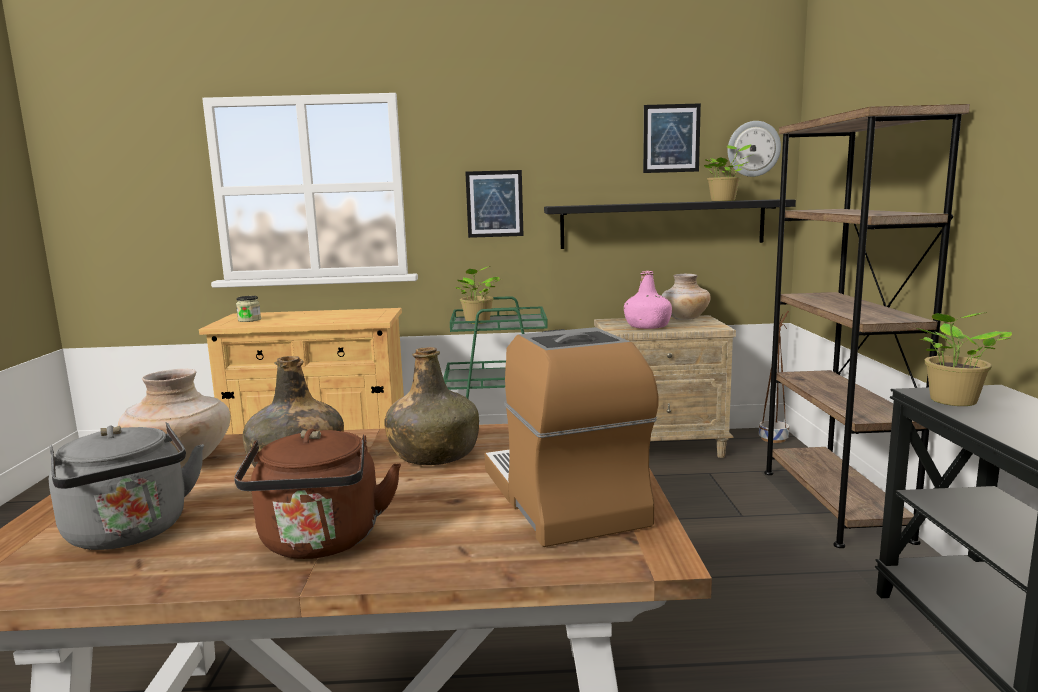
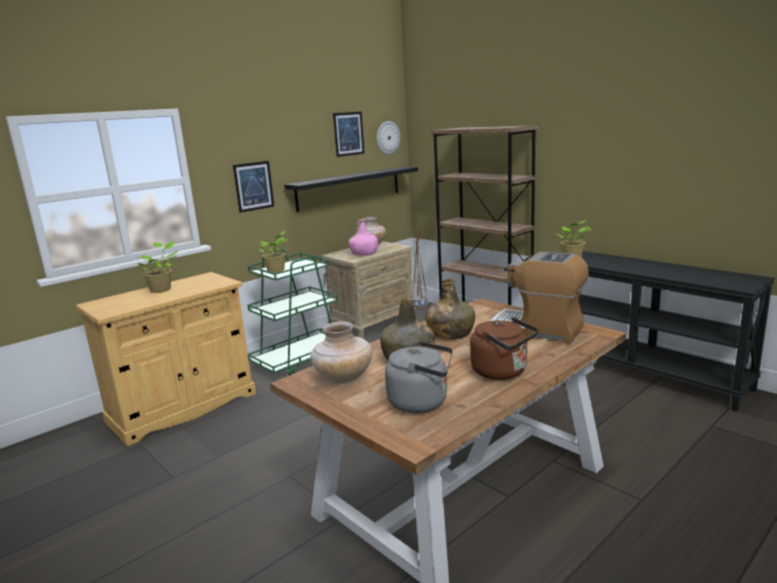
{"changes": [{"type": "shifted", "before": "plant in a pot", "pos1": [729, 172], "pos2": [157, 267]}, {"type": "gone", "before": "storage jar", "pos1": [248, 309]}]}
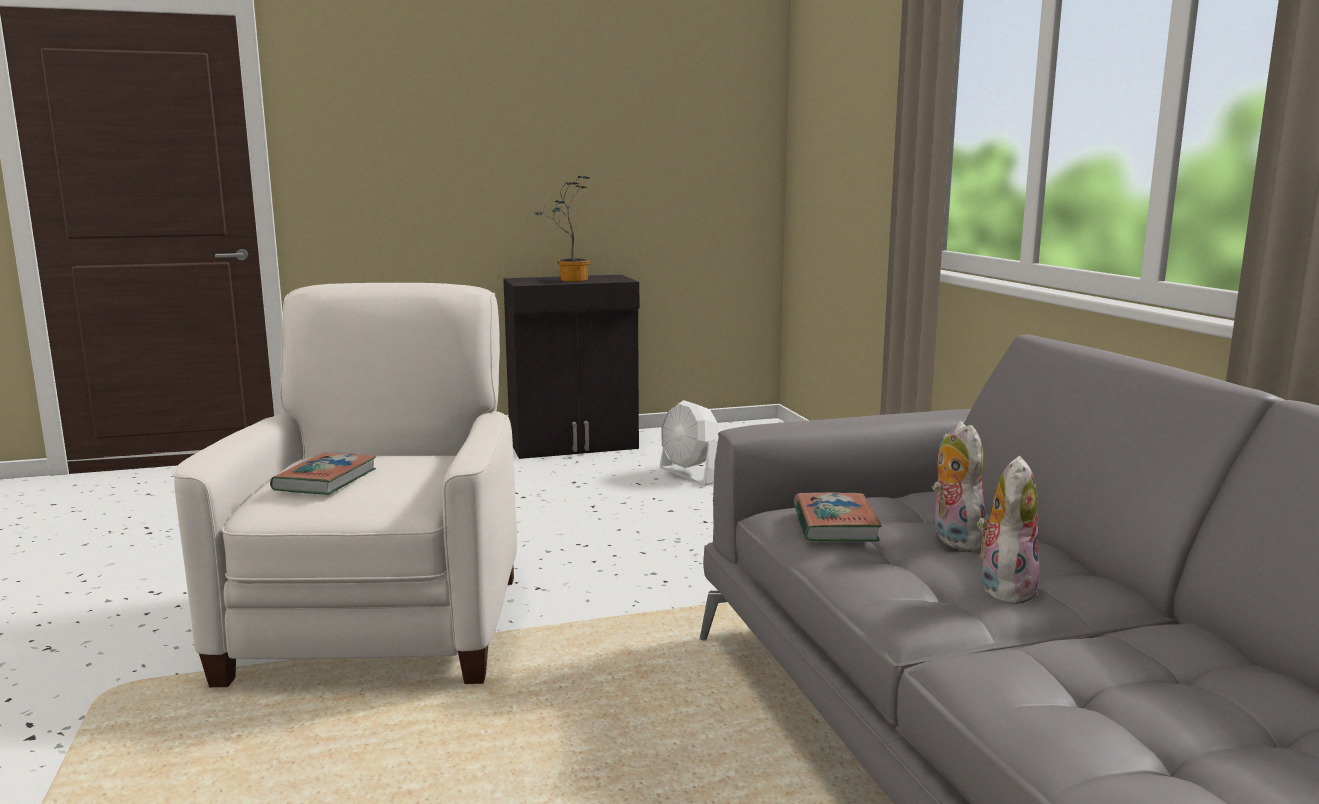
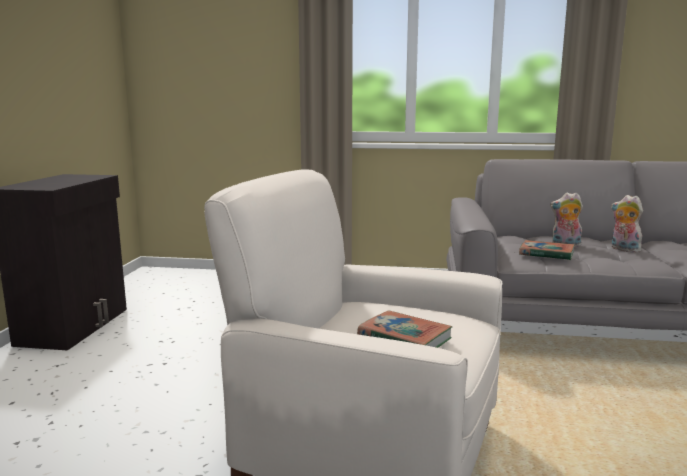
{"changes": [{"type": "gone", "before": "plant in a pot", "pos1": [562, 229]}, {"type": "gone", "before": "white fan", "pos1": [689, 443]}]}
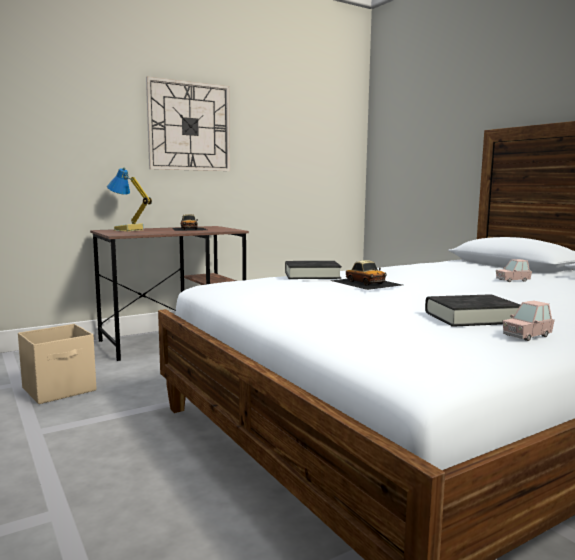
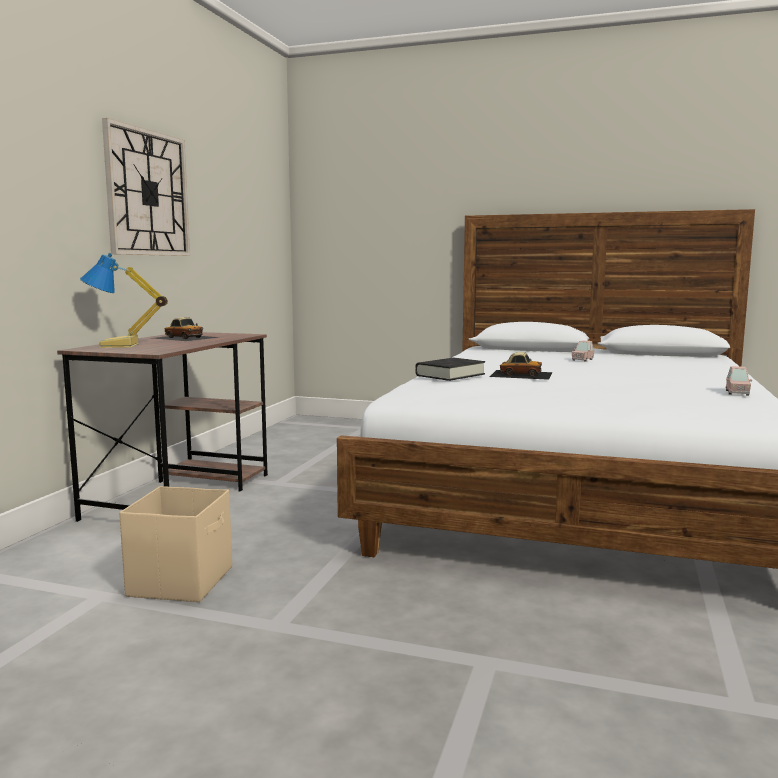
{"changes": [{"type": "gone", "before": "black-coloured bound book", "pos1": [472, 310]}]}
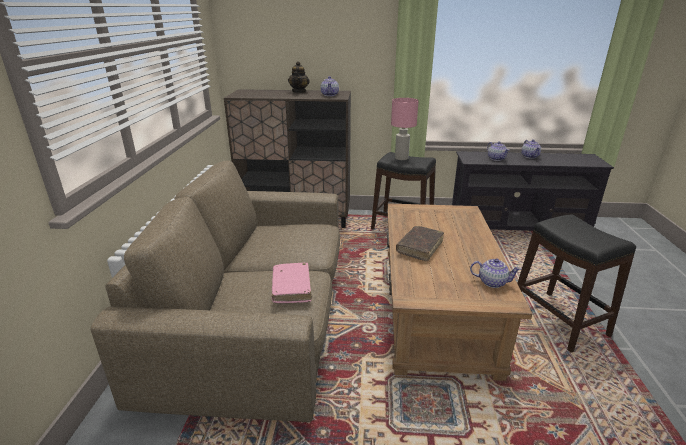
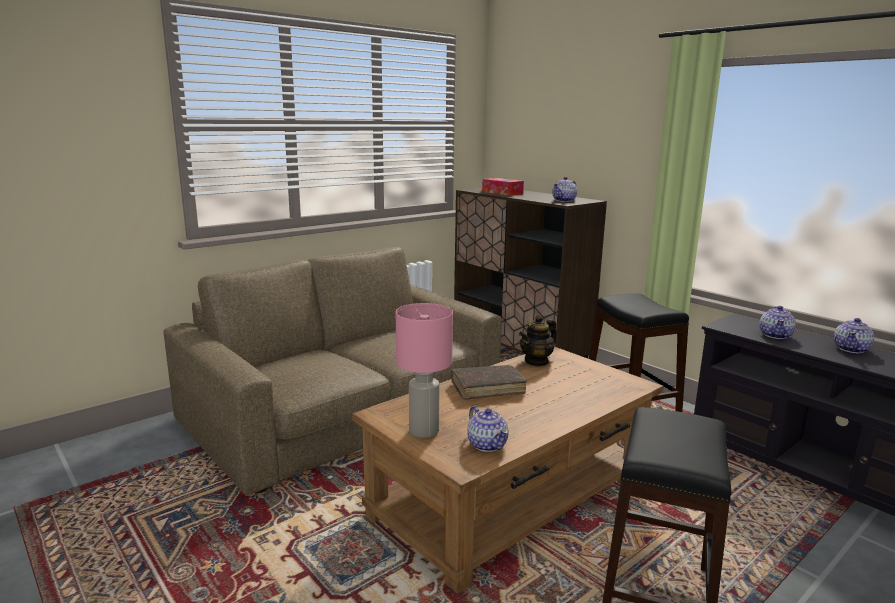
{"changes": [{"type": "shifted", "before": "pinkish table lamp", "pos1": [405, 129], "pos2": [424, 370]}, {"type": "new", "after": "box of tissues", "pos2": [503, 187]}, {"type": "shifted", "before": "pot for tea", "pos1": [299, 77], "pos2": [537, 340]}, {"type": "gone", "before": "pinkish bound book", "pos1": [292, 282]}]}
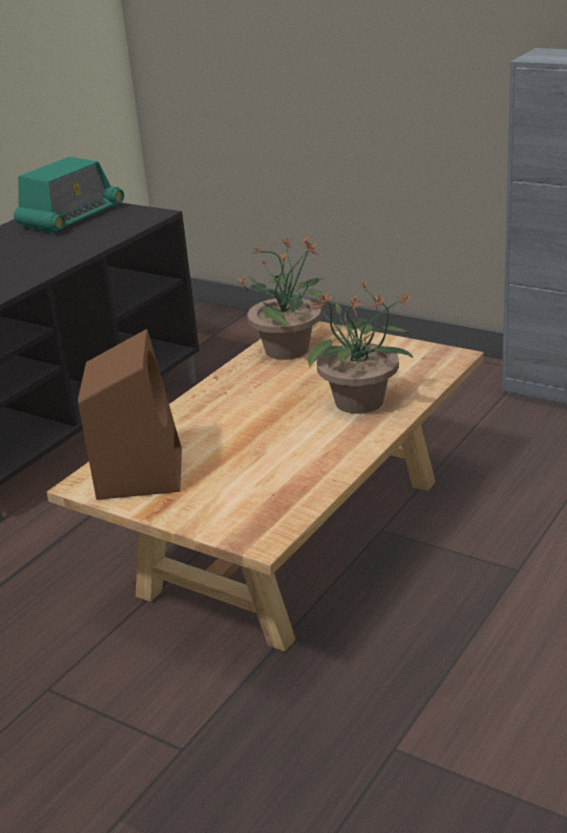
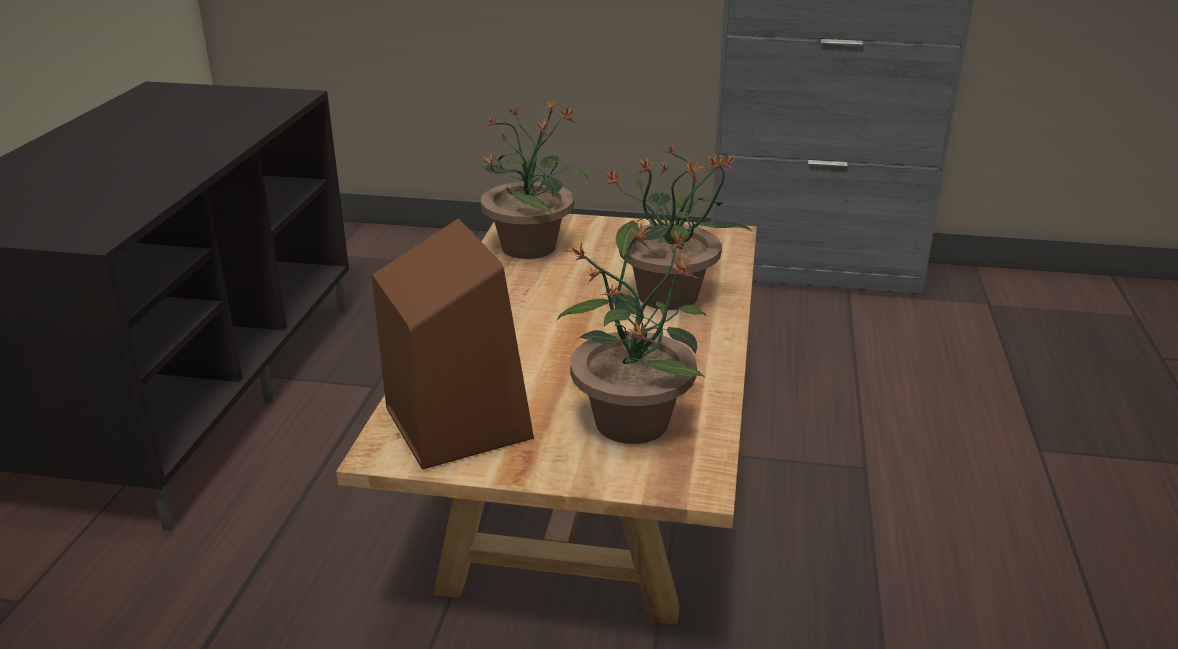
{"changes": [{"type": "new", "after": "plant in a pot", "pos2": [631, 333]}, {"type": "gone", "before": "radio set", "pos1": [69, 195]}]}
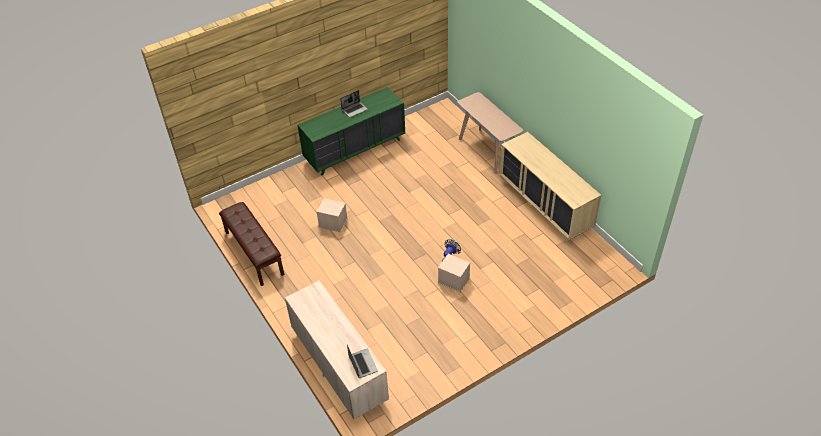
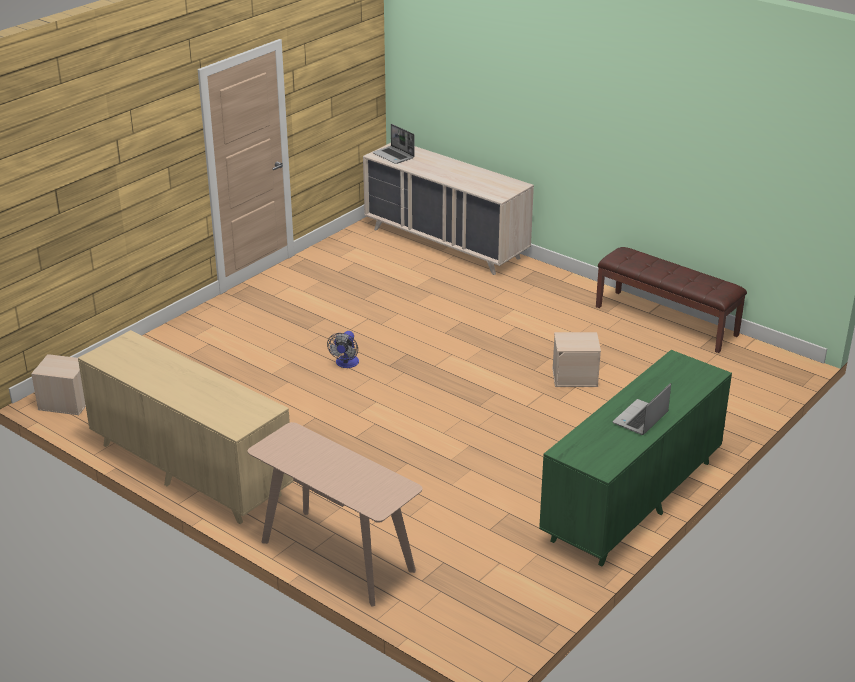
{"changes": [{"type": "shifted", "before": "sand-coloured storage container", "pos1": [454, 273], "pos2": [58, 384]}]}
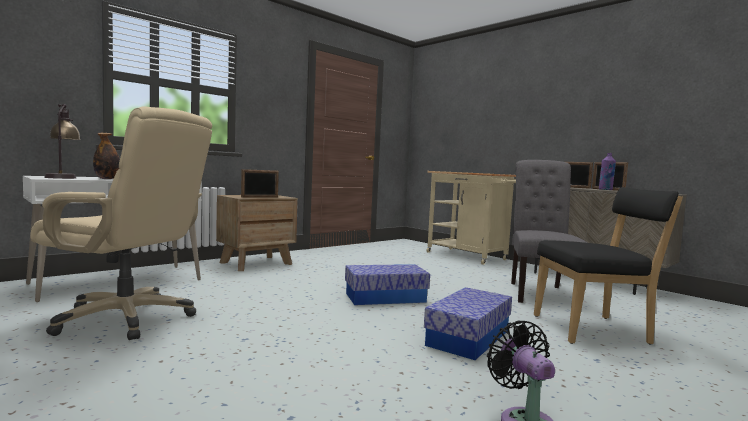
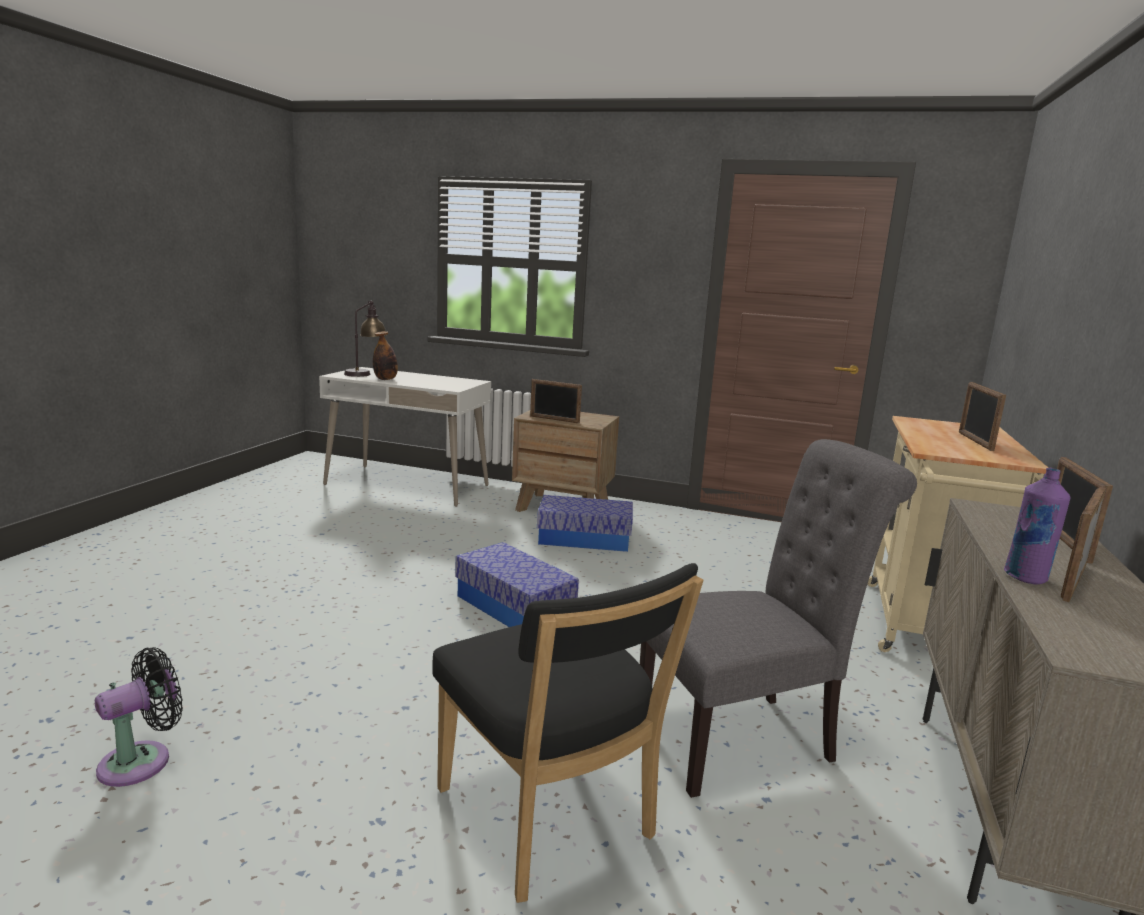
{"changes": [{"type": "shifted", "before": "storage container", "pos1": [468, 323], "pos2": [585, 523]}, {"type": "new", "after": "picture frame", "pos2": [982, 416]}, {"type": "gone", "before": "sand-coloured desk chair", "pos1": [121, 223]}]}
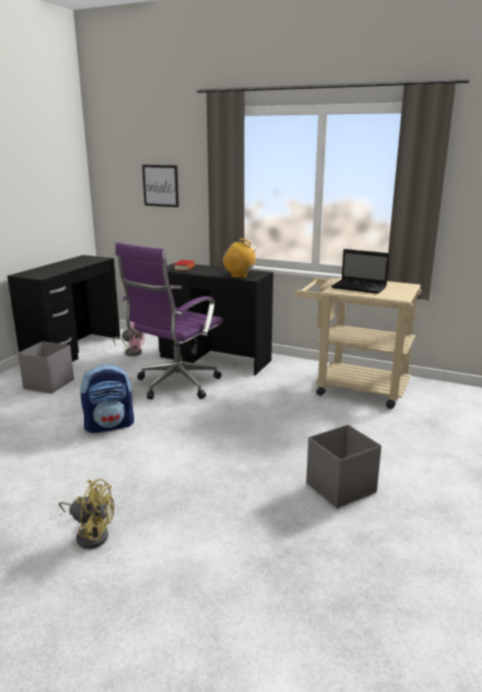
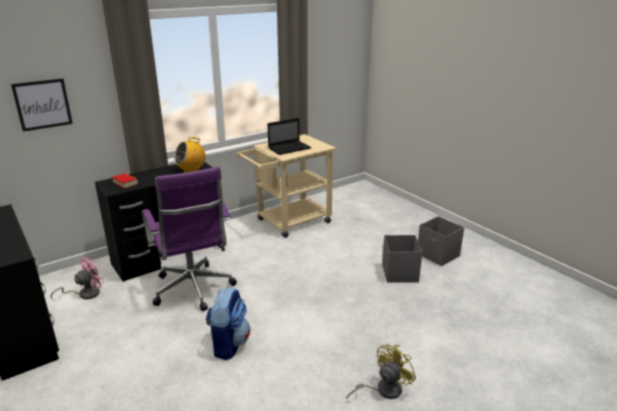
{"changes": [{"type": "shifted", "before": "gray storage container", "pos1": [46, 367], "pos2": [441, 241]}]}
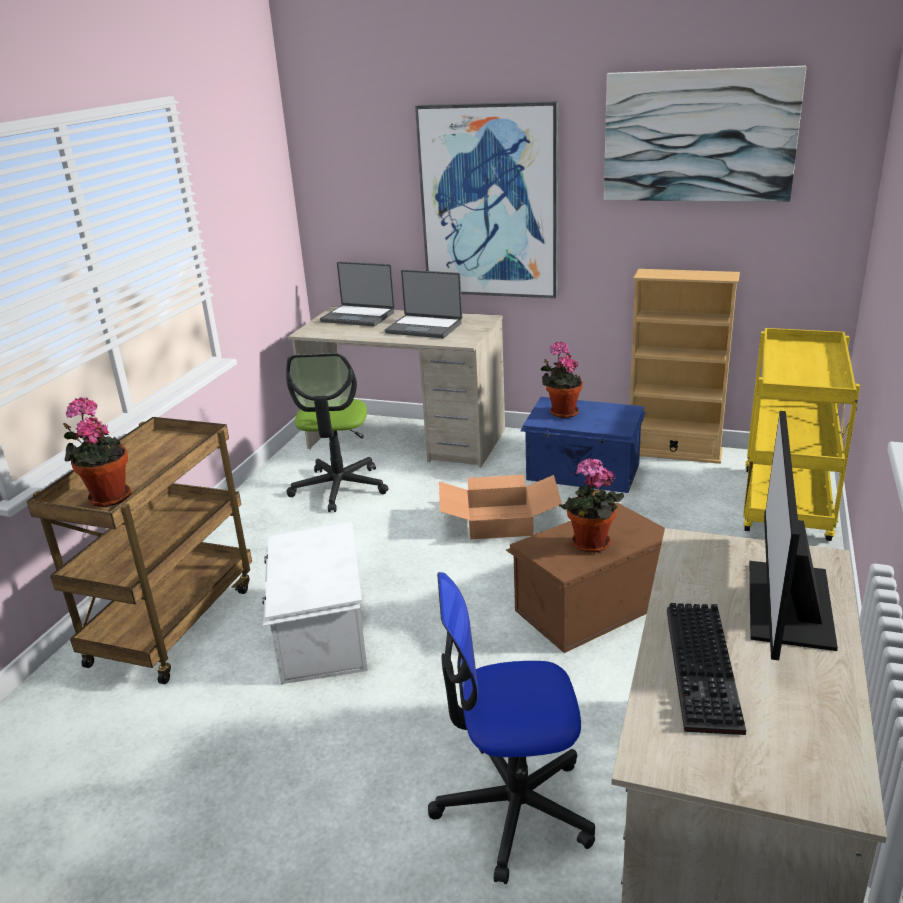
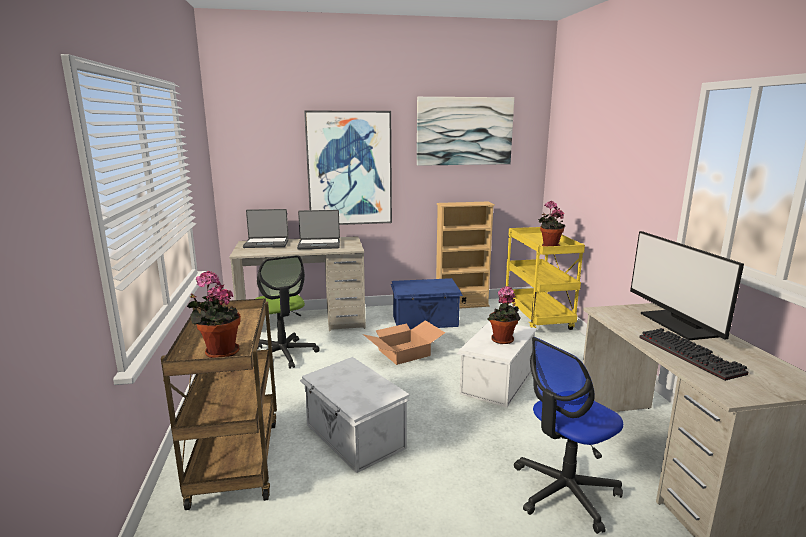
{"changes": [{"type": "repainted", "before": "brown-coloured storage container", "after": "white storage container", "pos1": [585, 577], "pos2": [497, 364]}, {"type": "shifted", "before": "plant in a pot", "pos1": [561, 379], "pos2": [551, 224]}]}
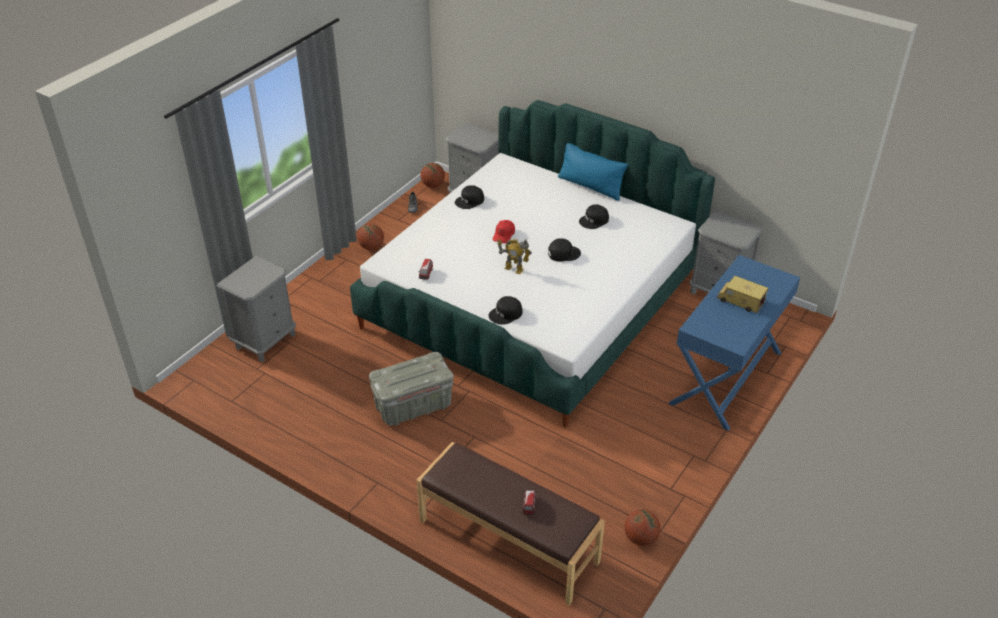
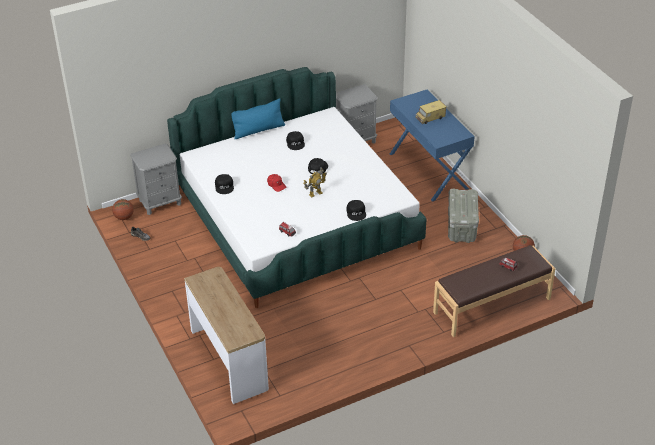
{"changes": [{"type": "swapped", "before": "gray nightstand", "after": "hall table", "pos1": [256, 309], "pos2": [226, 335]}, {"type": "shifted", "before": "gray storage container", "pos1": [411, 389], "pos2": [463, 216]}, {"type": "gone", "before": "basketball ball", "pos1": [370, 237]}]}
